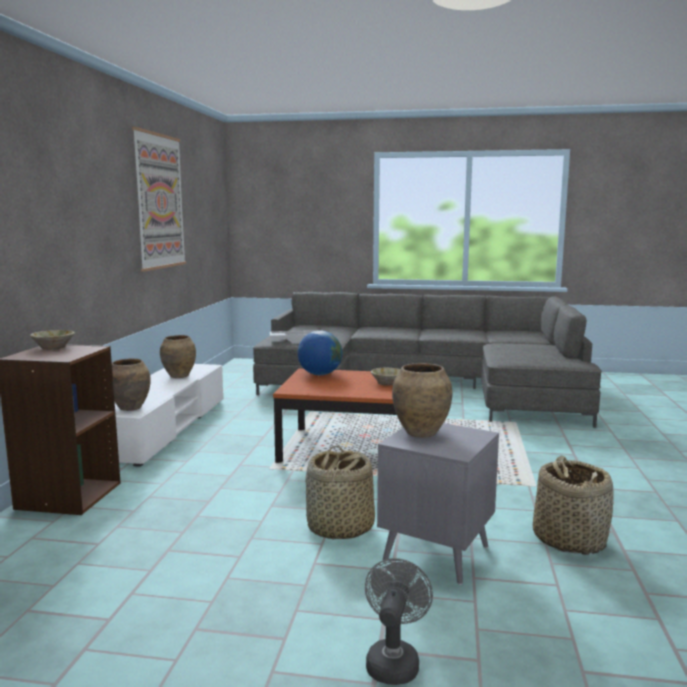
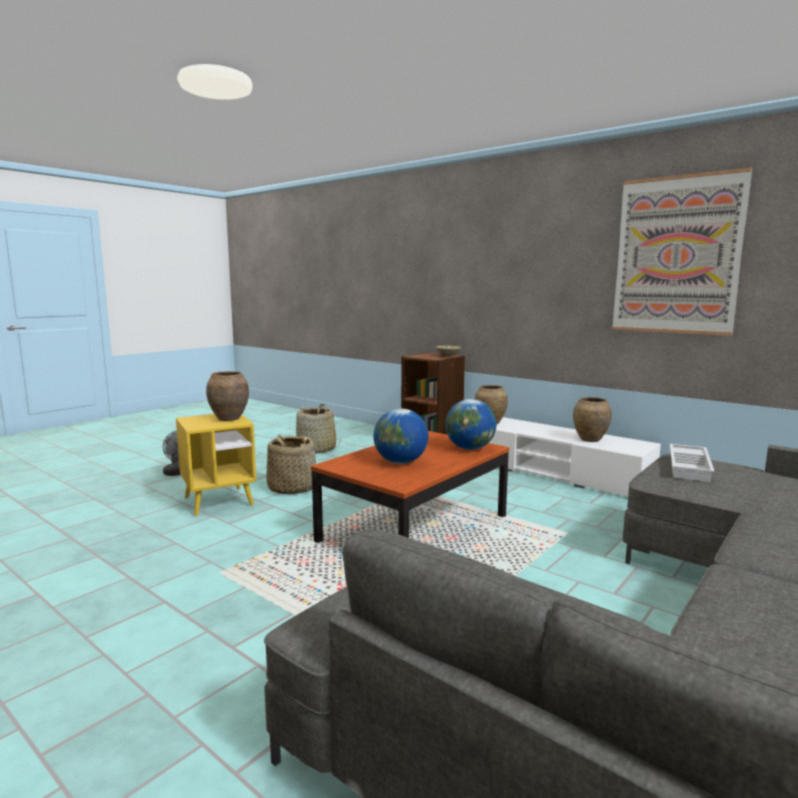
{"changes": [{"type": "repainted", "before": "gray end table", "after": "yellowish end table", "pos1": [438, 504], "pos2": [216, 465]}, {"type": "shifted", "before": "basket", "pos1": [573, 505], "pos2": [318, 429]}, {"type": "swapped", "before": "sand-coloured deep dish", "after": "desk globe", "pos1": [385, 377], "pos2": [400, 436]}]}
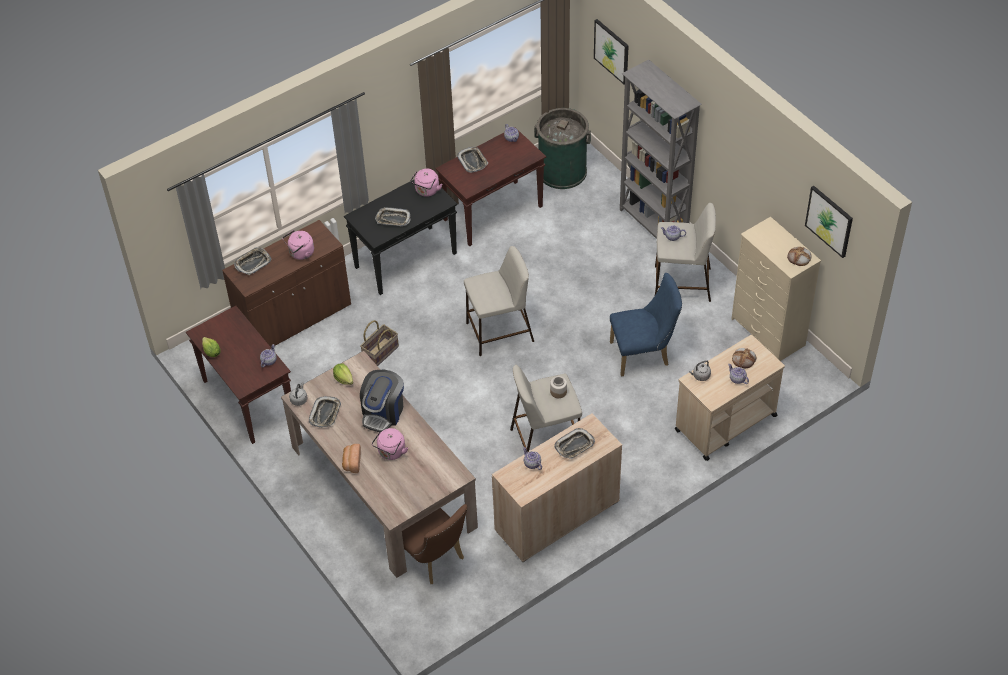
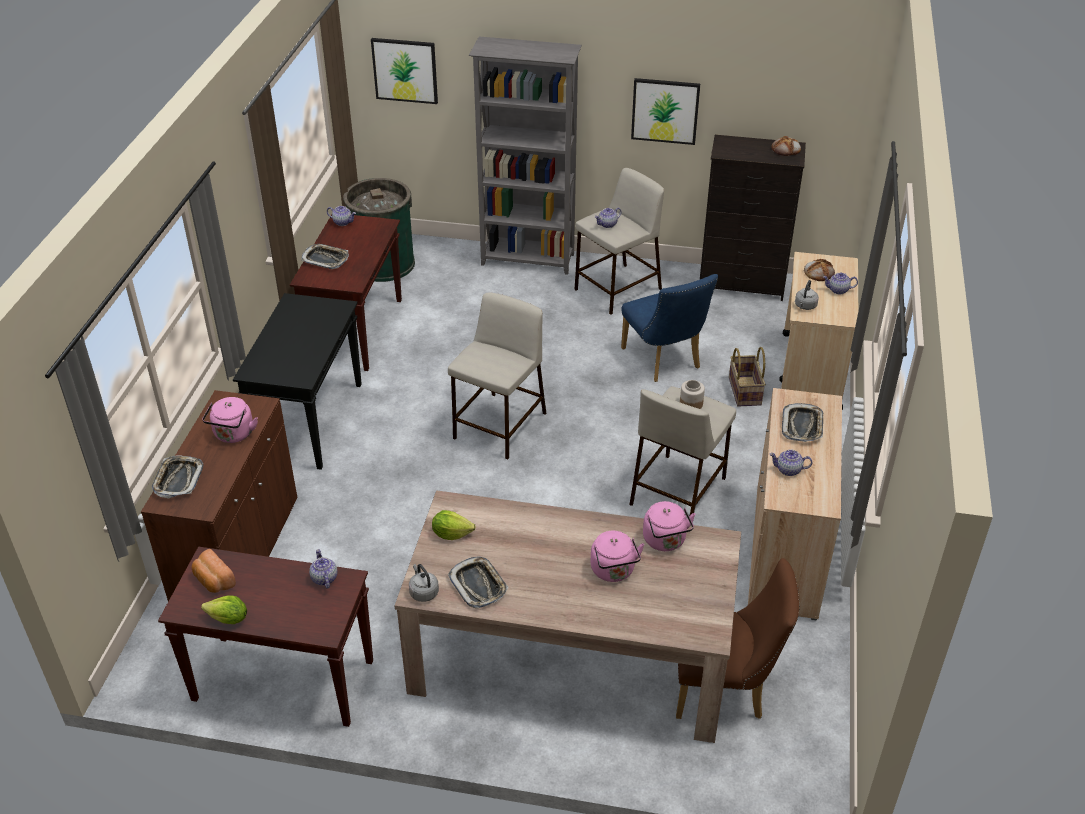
{"changes": [{"type": "shifted", "before": "baked bread", "pos1": [351, 458], "pos2": [214, 571]}, {"type": "rotated", "before": "bluish upright chair", "pos1": [646, 325], "pos2": [669, 328], "turn": 120}, {"type": "shifted", "before": "wall art", "pos1": [829, 222], "pos2": [665, 111]}, {"type": "shifted", "before": "pinkish water kettle", "pos1": [426, 183], "pos2": [669, 526]}, {"type": "repainted", "before": "sand-coloured drawer chest", "after": "black-coloured drawer chest", "pos1": [776, 289], "pos2": [753, 218]}, {"type": "shifted", "before": "basket", "pos1": [379, 343], "pos2": [747, 377]}, {"type": "gone", "before": "coffee machine", "pos1": [382, 401]}, {"type": "gone", "before": "carrying tray", "pos1": [393, 216]}]}
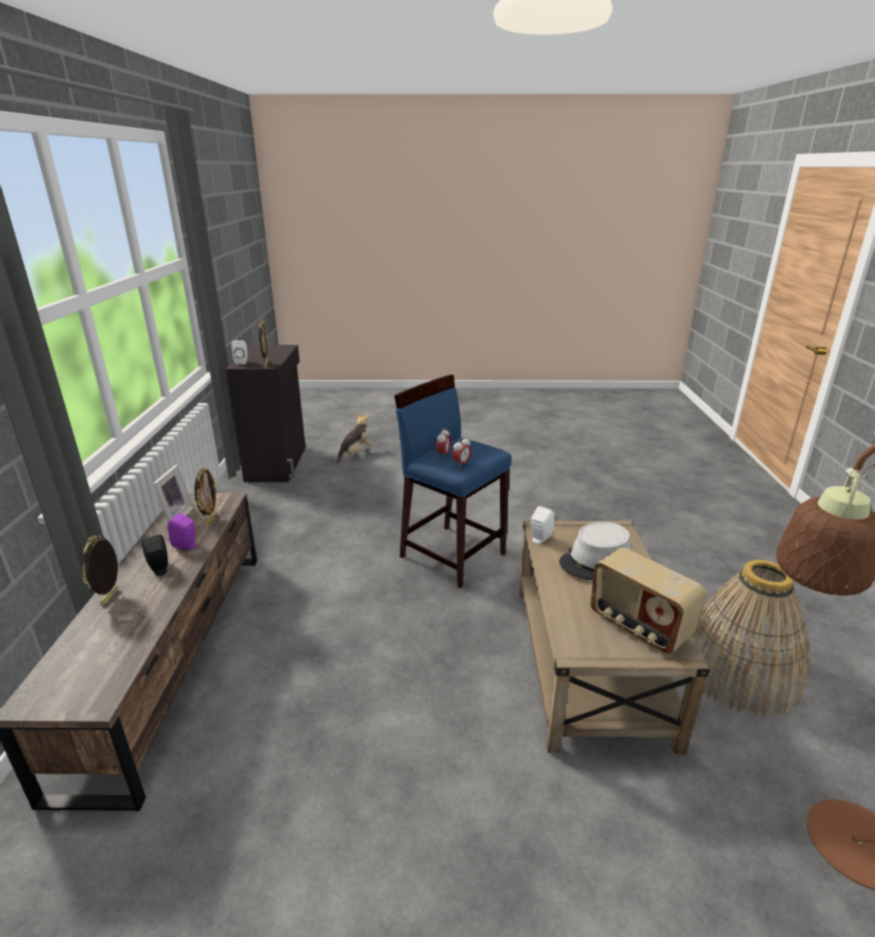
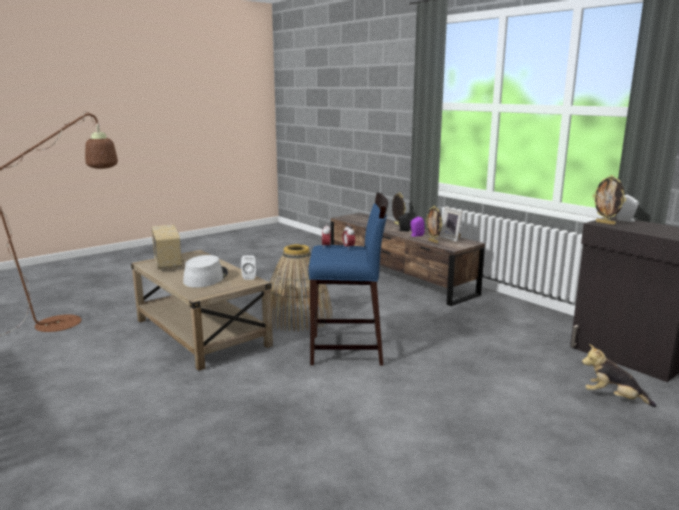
{"changes": [{"type": "rotated", "before": "radio set", "pos1": [648, 600], "pos2": [167, 247], "turn": 60}, {"type": "shifted", "before": "basket", "pos1": [750, 638], "pos2": [301, 288]}, {"type": "rotated", "before": "cuddly toy", "pos1": [354, 438], "pos2": [619, 375], "turn": 120}]}
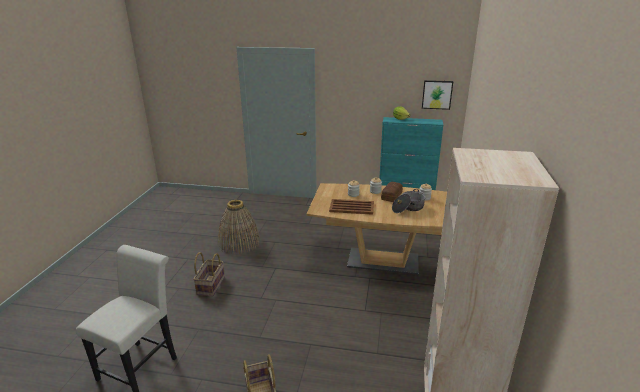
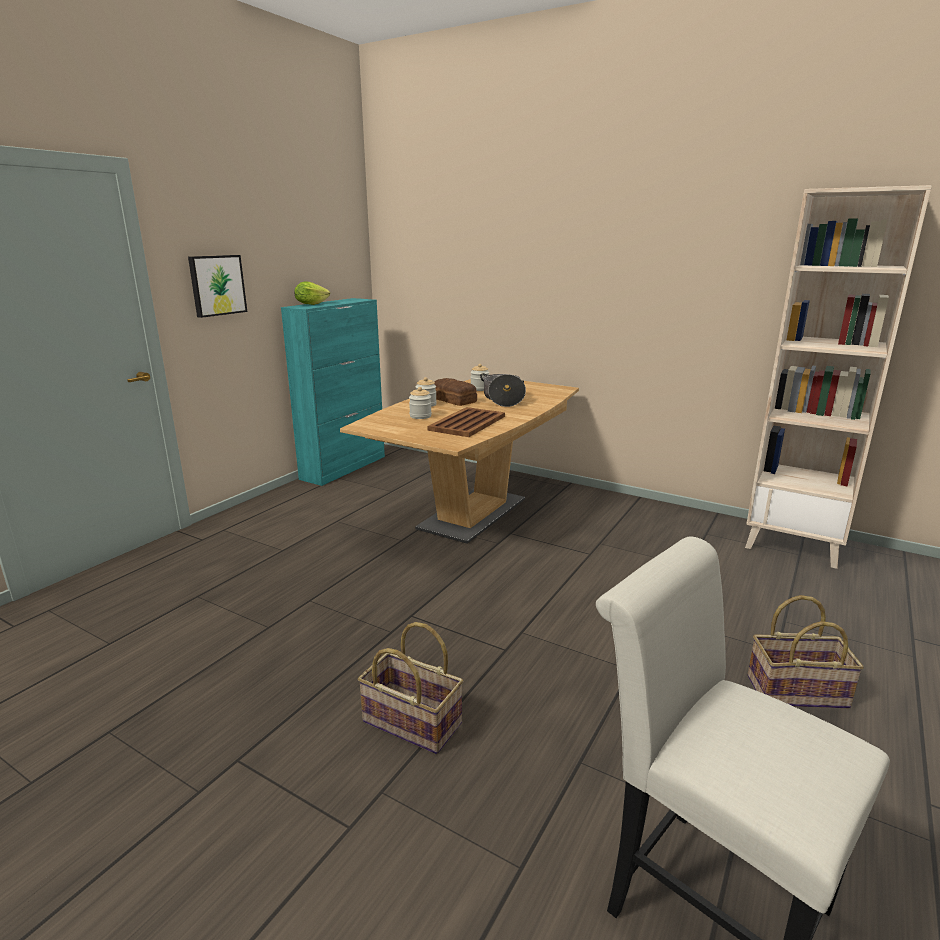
{"changes": [{"type": "shifted", "before": "wall art", "pos1": [437, 95], "pos2": [217, 286]}, {"type": "gone", "before": "basket", "pos1": [239, 227]}]}
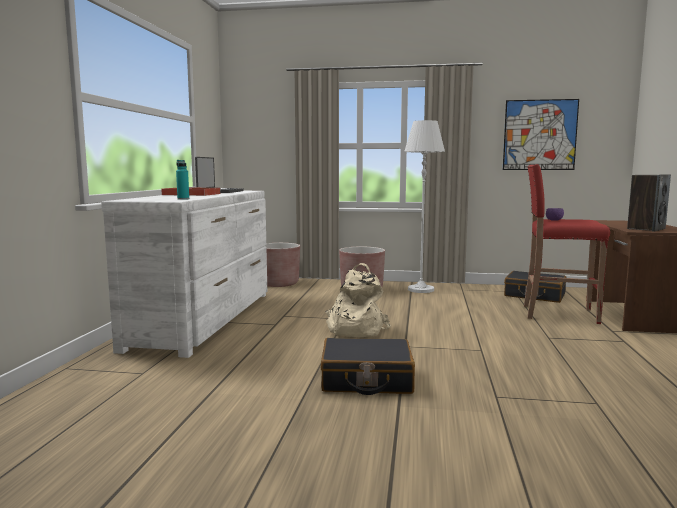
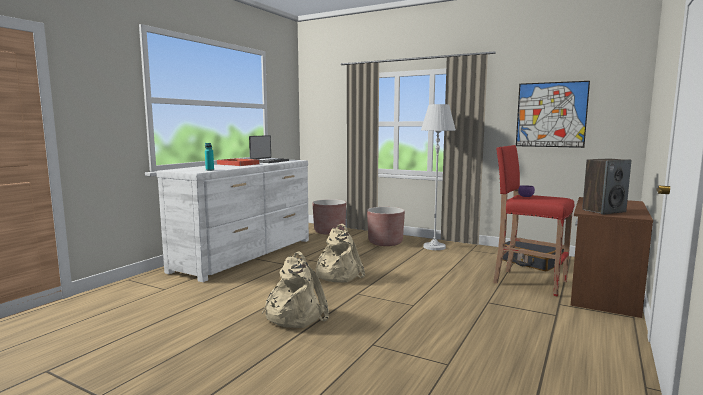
{"changes": [{"type": "swapped", "before": "black-coloured travel case", "after": "sand-coloured rucksack", "pos1": [368, 366], "pos2": [295, 289]}]}
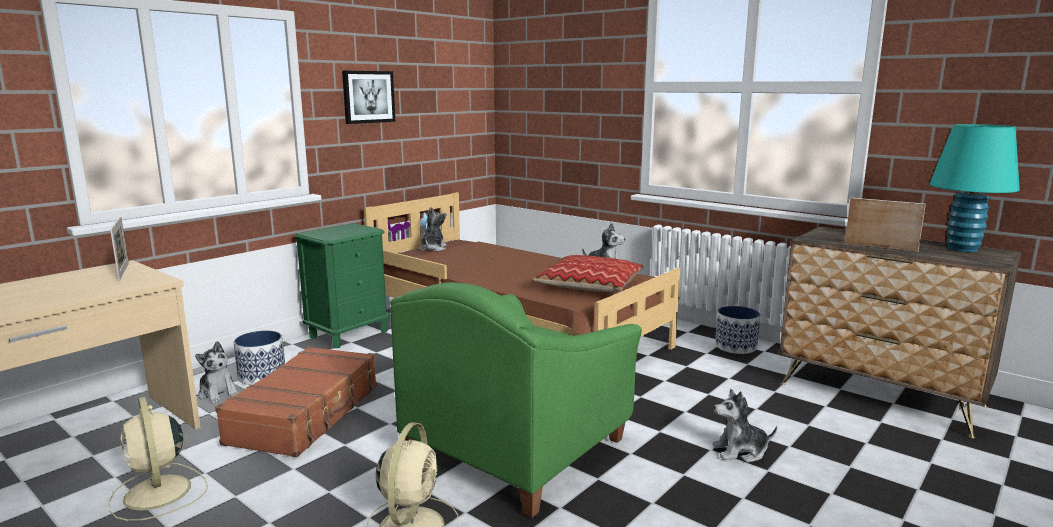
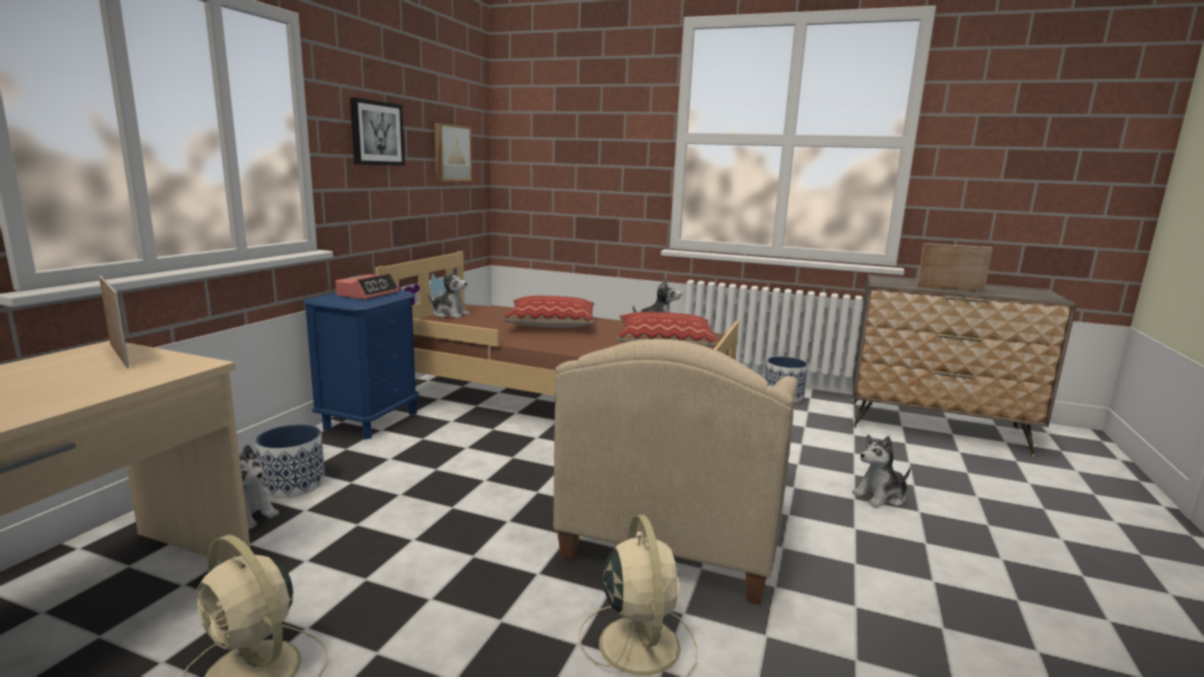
{"changes": [{"type": "repainted", "before": "green nightstand", "after": "bluish nightstand", "pos1": [342, 285], "pos2": [361, 364]}, {"type": "new", "after": "alarm clock", "pos2": [367, 286]}, {"type": "rotated", "before": "cuddly toy", "pos1": [433, 229], "pos2": [449, 292], "turn": 120}, {"type": "new", "after": "wall art", "pos2": [453, 152]}, {"type": "new", "after": "cushion", "pos2": [548, 312]}, {"type": "repainted", "before": "green easy chair", "after": "sand-coloured easy chair", "pos1": [516, 400], "pos2": [675, 472]}, {"type": "gone", "before": "brown-coloured travel case", "pos1": [296, 401]}, {"type": "gone", "before": "blue-green table lamp", "pos1": [975, 188]}]}
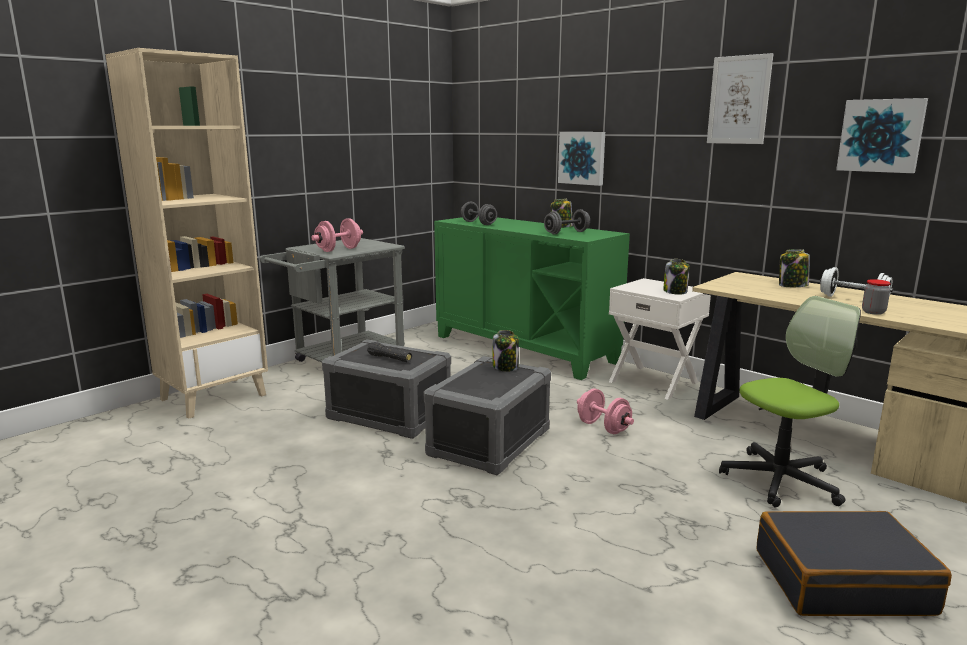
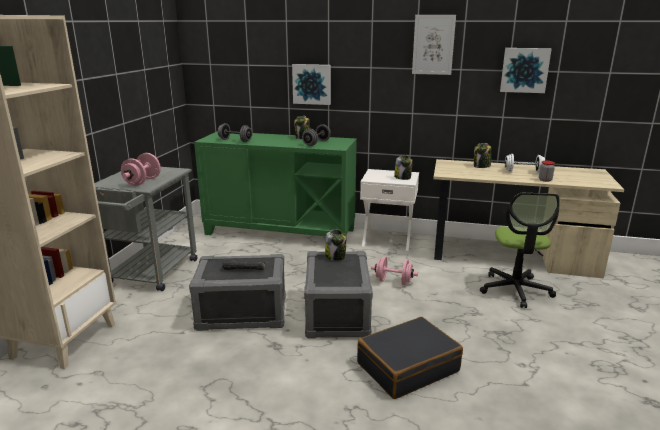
{"changes": [{"type": "shifted", "before": "black-coloured travel case", "pos1": [854, 563], "pos2": [410, 358]}, {"type": "rotated", "before": "desk chair", "pos1": [790, 402], "pos2": [519, 250], "turn": 150}]}
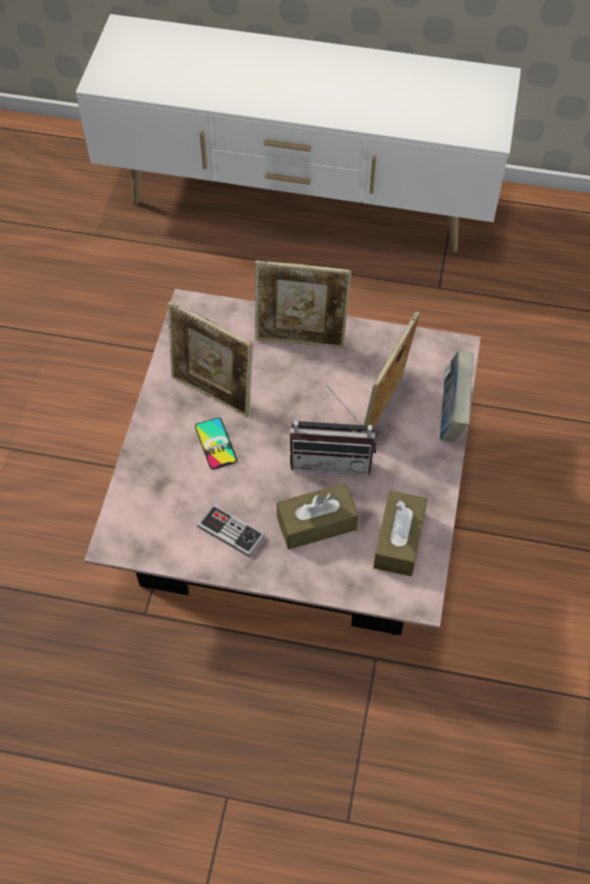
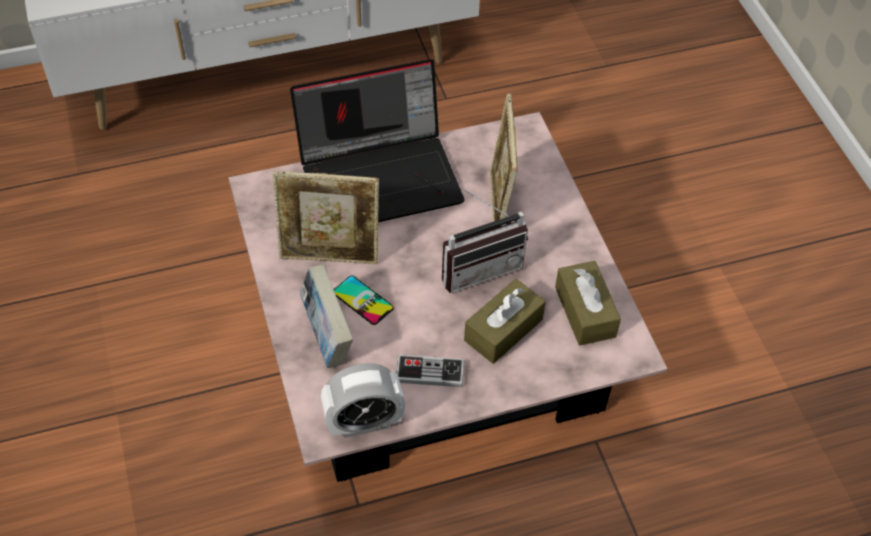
{"changes": [{"type": "swapped", "before": "picture frame", "after": "laptop", "pos1": [303, 304], "pos2": [377, 140]}, {"type": "shifted", "before": "bound book", "pos1": [456, 396], "pos2": [326, 316]}, {"type": "new", "after": "alarm clock", "pos2": [363, 400]}]}
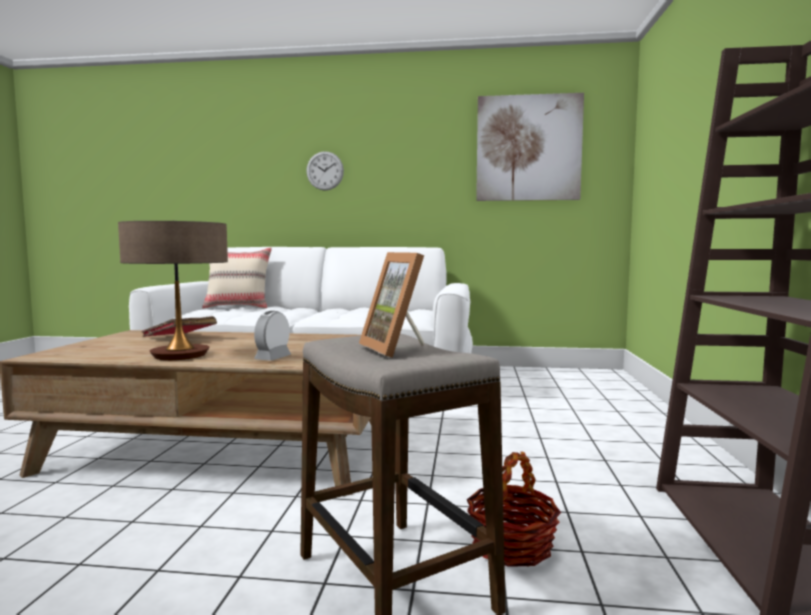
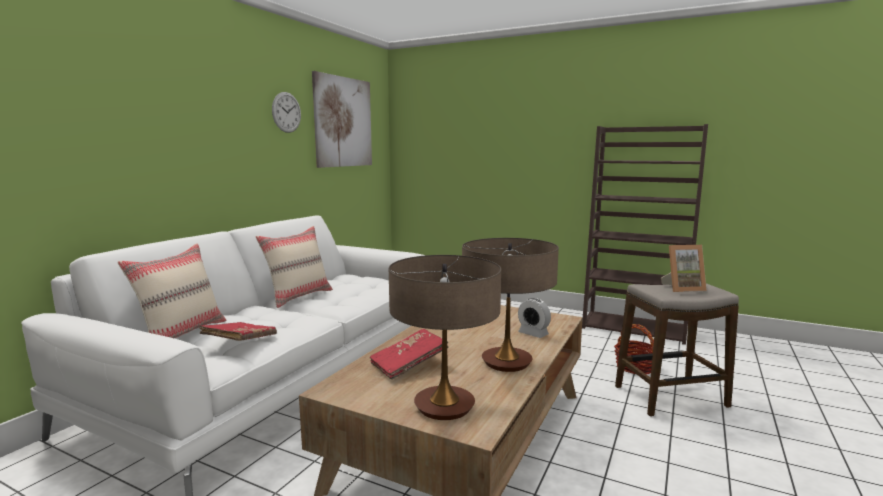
{"changes": [{"type": "new", "after": "red-coloured bound book", "pos2": [238, 331]}, {"type": "new", "after": "sand-coloured cushion", "pos2": [294, 267]}, {"type": "shifted", "before": "wall clock", "pos1": [325, 171], "pos2": [286, 112]}, {"type": "new", "after": "table lamp", "pos2": [445, 337]}]}
